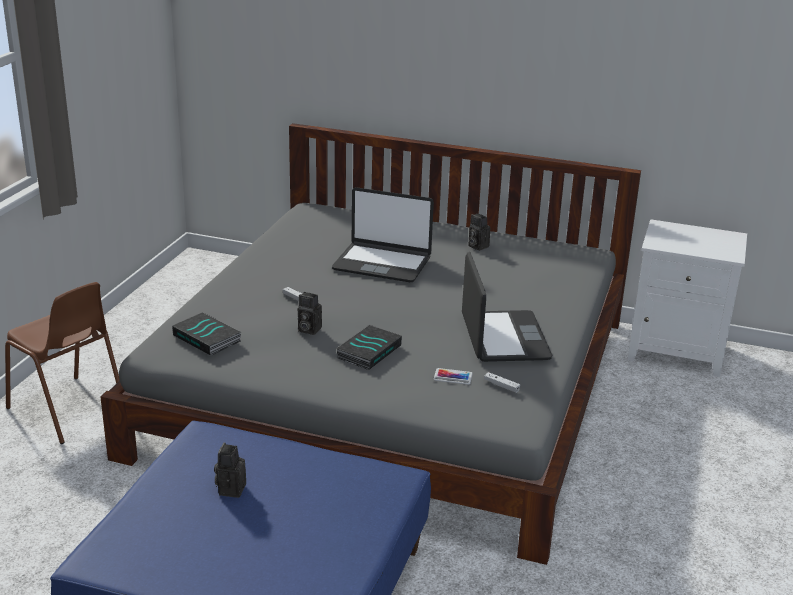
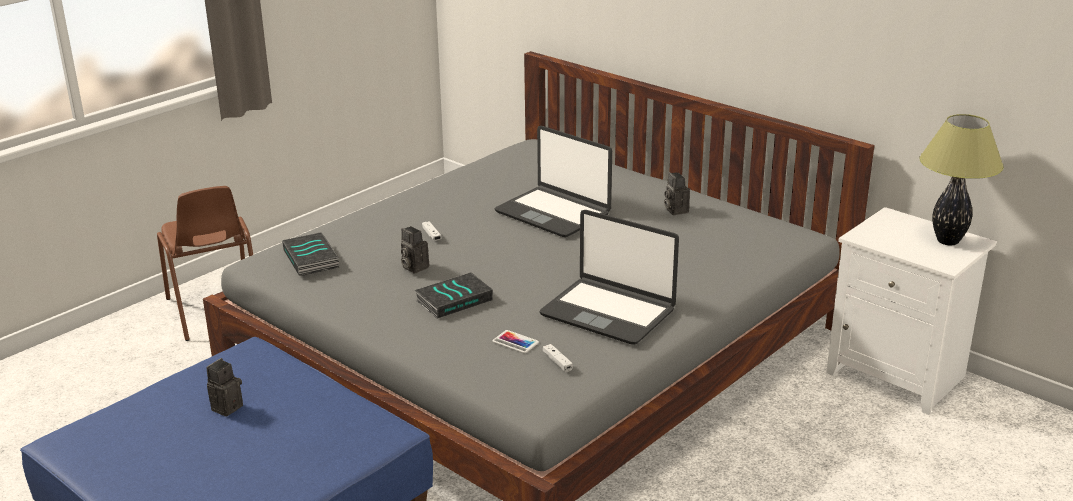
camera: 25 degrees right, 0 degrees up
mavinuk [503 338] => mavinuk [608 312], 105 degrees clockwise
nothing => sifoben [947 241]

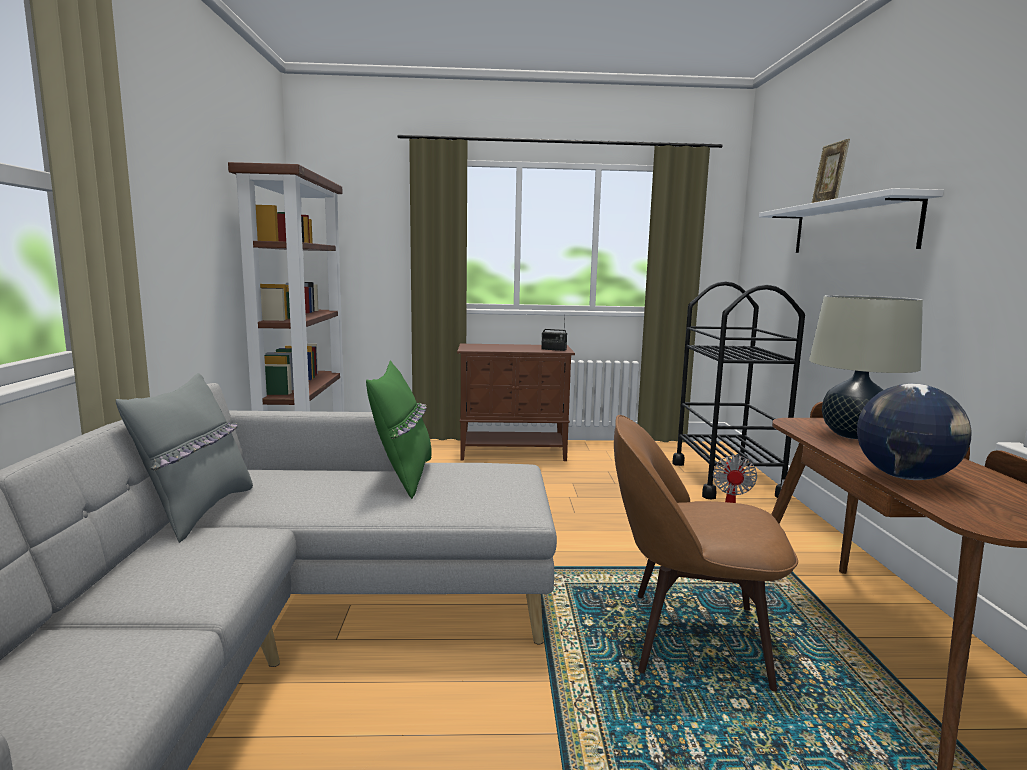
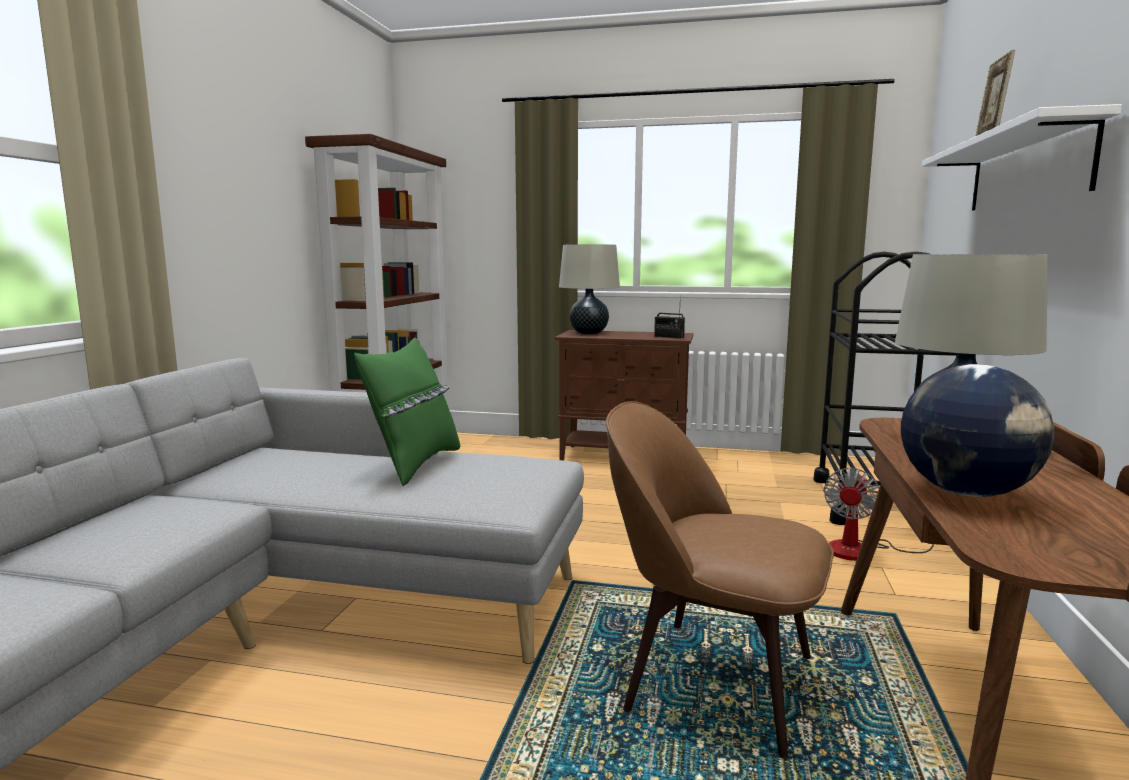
camera: 15 degrees right, 0 degrees up
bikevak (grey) [198 512] => nothing
nothing => sifoben (beige) [589 333]

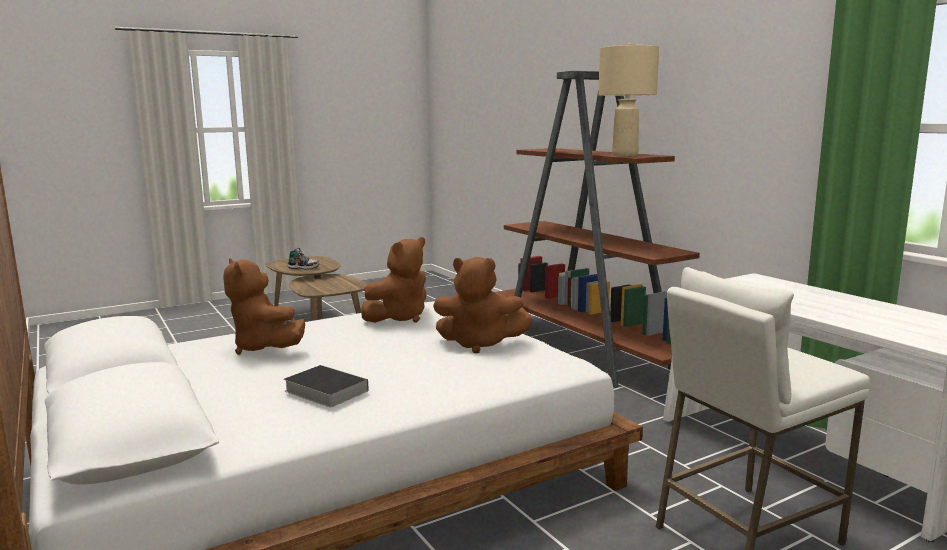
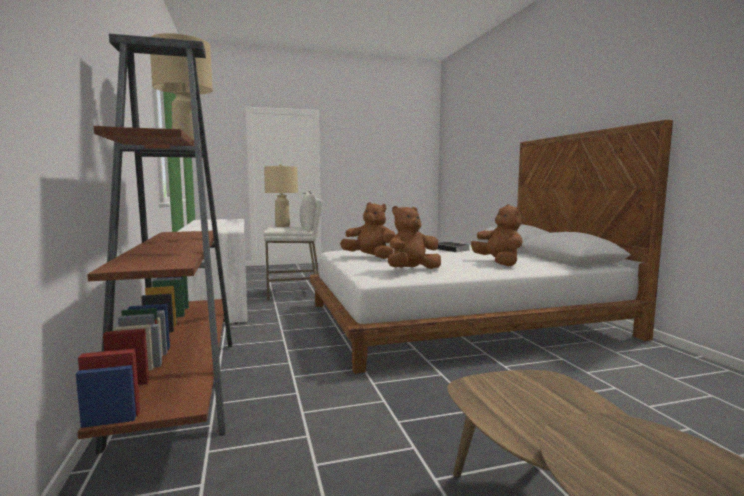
camera: 165 degrees left, 5 degrees down
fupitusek [303 268] => nothing
nothing => sifoben (beige) [282 226]

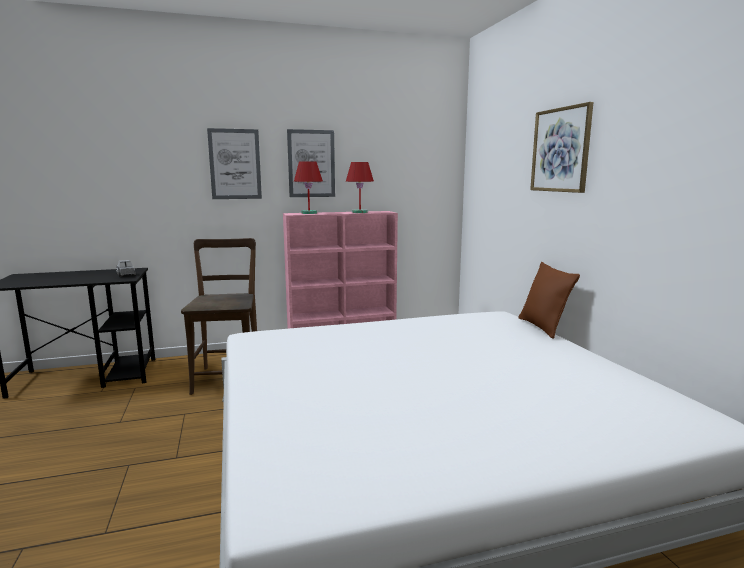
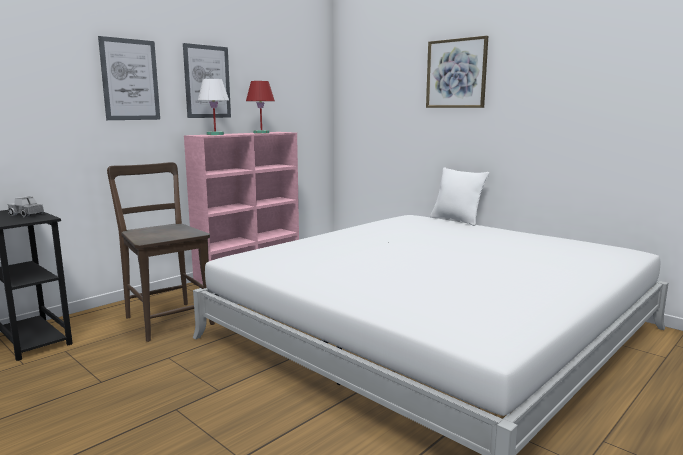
camera: 30 degrees left, 0 degrees up
sifoben (red) [309 213] => sifoben (white) [215 134]
bikevak (brown) [543 327] => bikevak (white) [456 220]

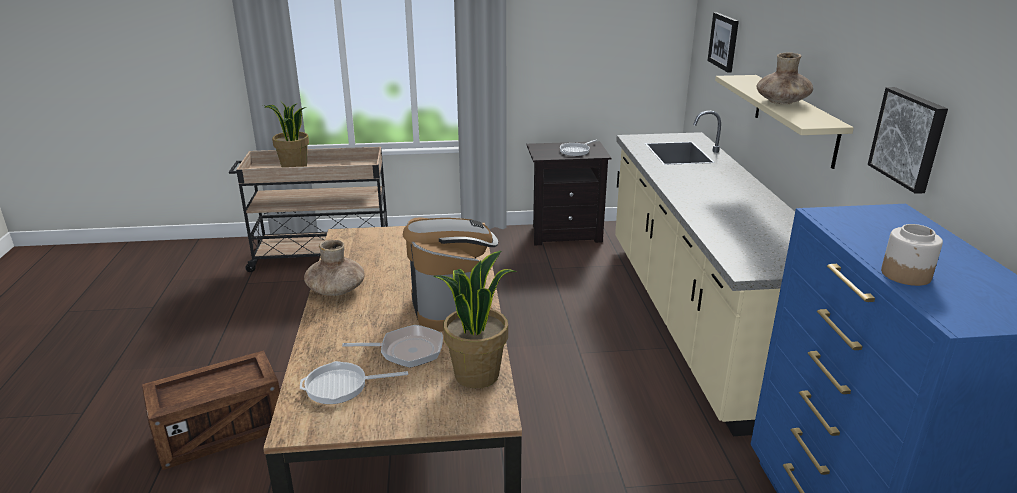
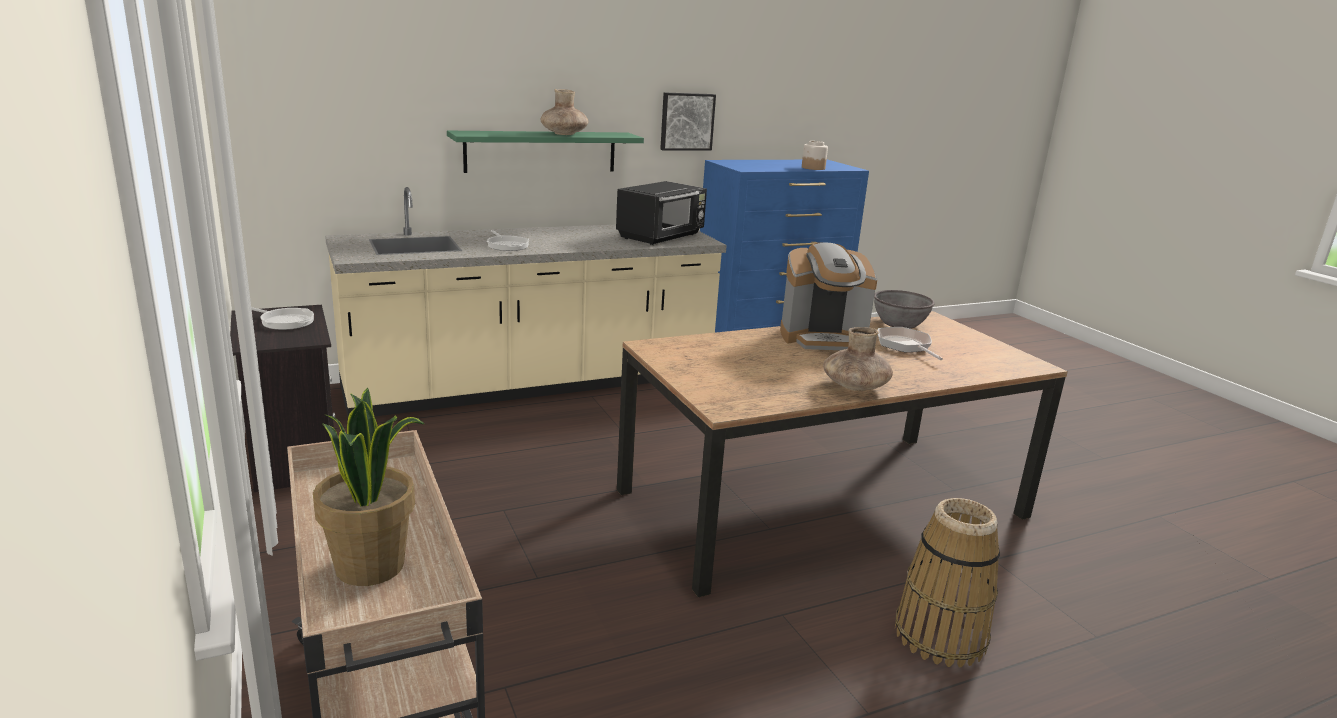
camera: 110 degrees left, 5 degrees down
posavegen [724 41] => nothing
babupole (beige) [795 119] => babupole (green) [541 151]
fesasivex [451 307] => fesasivex [822 338], 150 degrees counterclockwise
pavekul [476 374] => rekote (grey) [899 324]
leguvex [221 431] => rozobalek [939 636]
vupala [341 386] => vupala [507 245], move
nothing => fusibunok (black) [661 236]

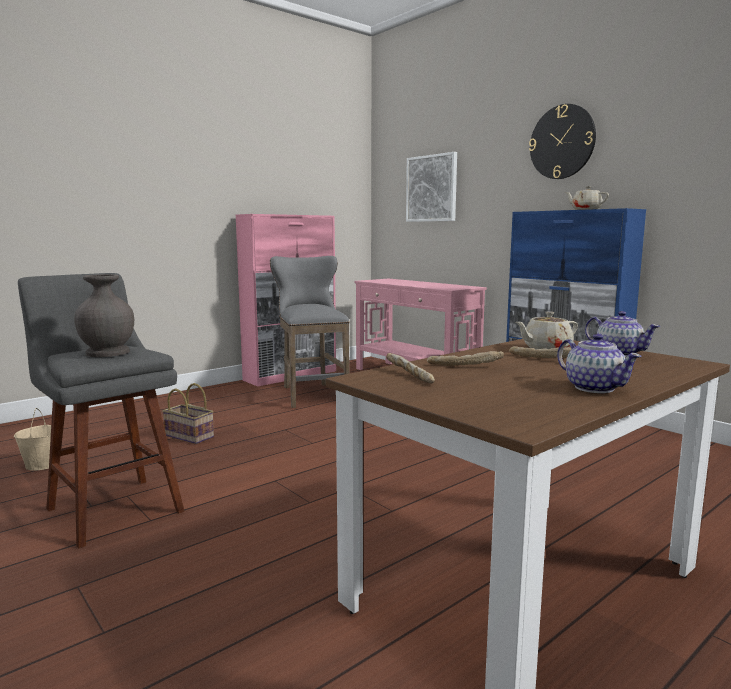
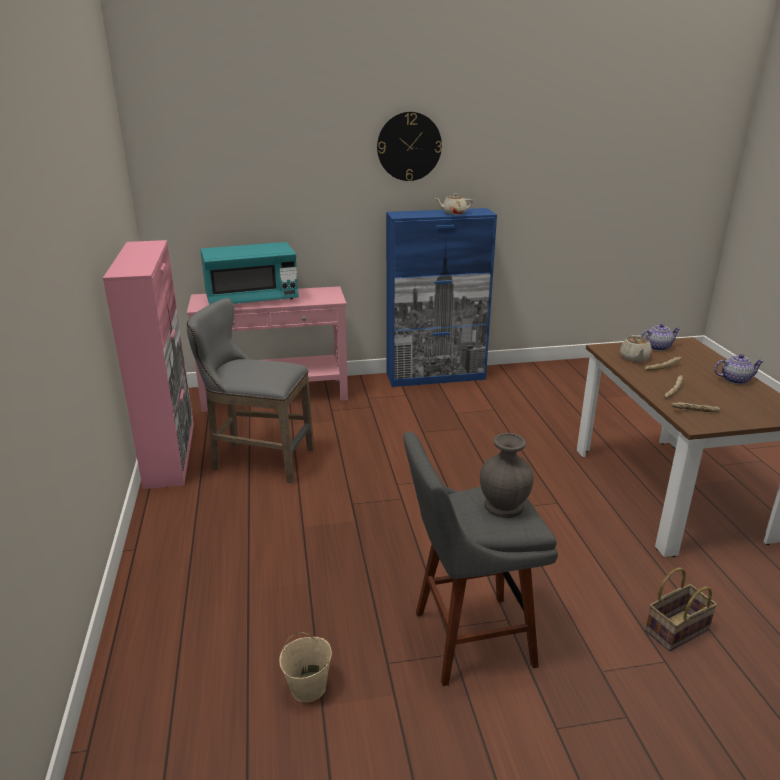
camera: 60 degrees left, 15 degrees up
posavegen [431 188] => nothing
rozobalek [191 436] => rozobalek [677 629], move
nothing => fusibunok (turquoise) [252 299]

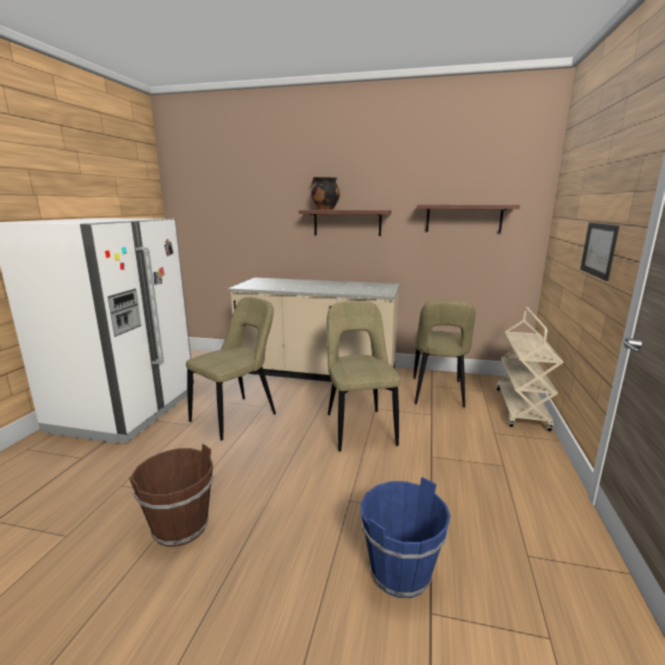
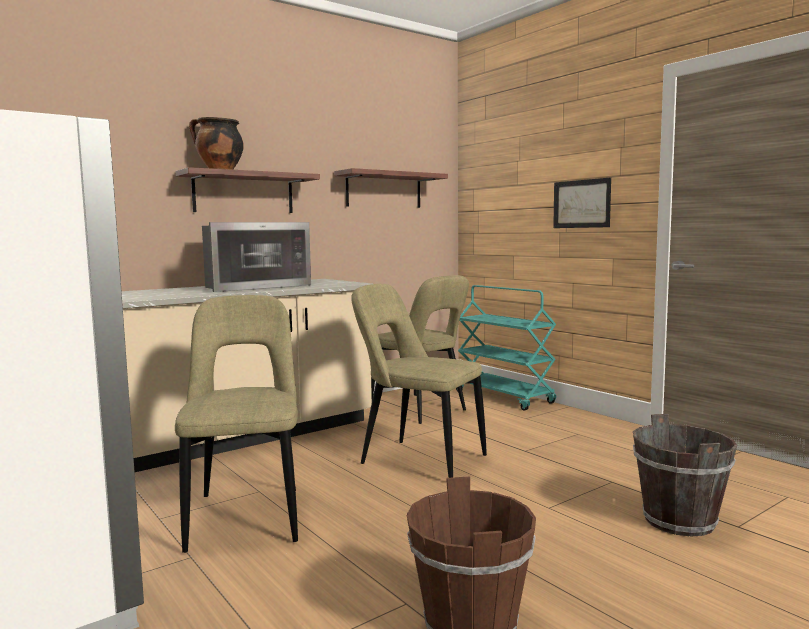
camera: 50 degrees left, 10 degrees down
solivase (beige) [521 409] => solivase (turquoise) [504 397]
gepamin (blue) [400 572] => gepamin (brown) [679 521]
nothing => fusibunok [253 286]

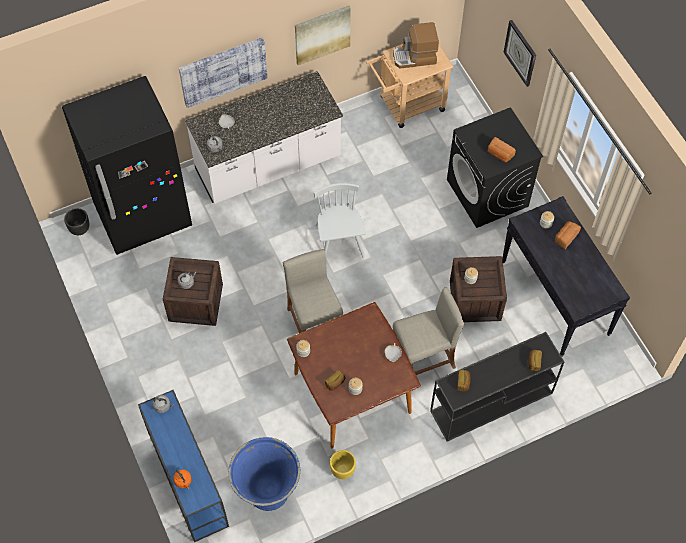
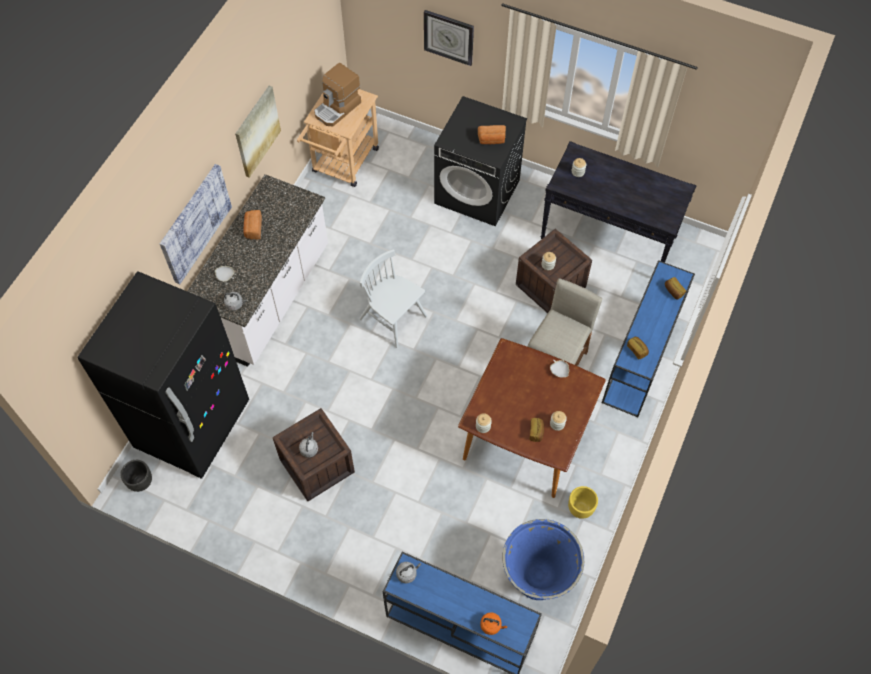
camera: 40 degrees left, 0 degrees up
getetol [565 237] => getetol [253 229], move
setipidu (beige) [314 324] => nothing
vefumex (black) [490 403] => vefumex (blue) [640 359]

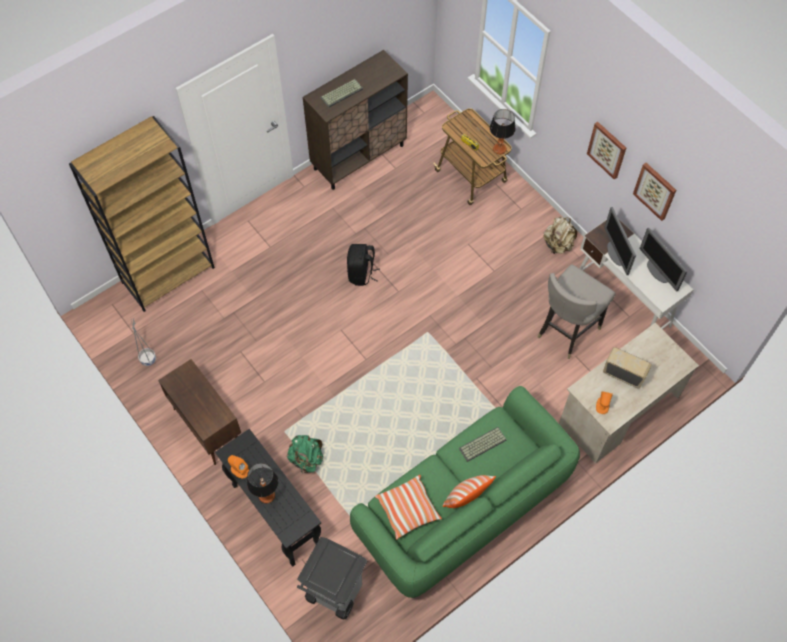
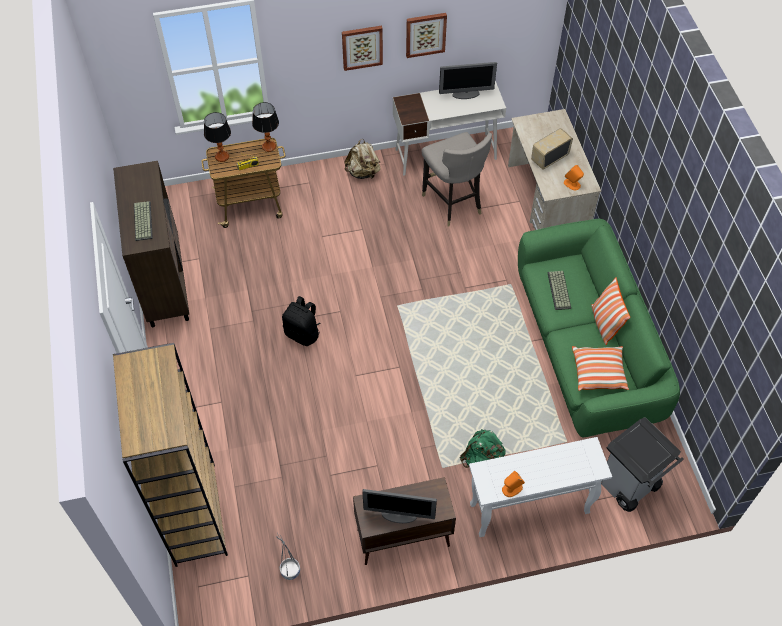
camera: 65 degrees left, 5 degrees down
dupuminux [615 254] => dupuminux [399 515], move
vefumex (black) [275 514] => vefumex (white) [528 509]
sifoben [266 496] => sifoben [222 156], move

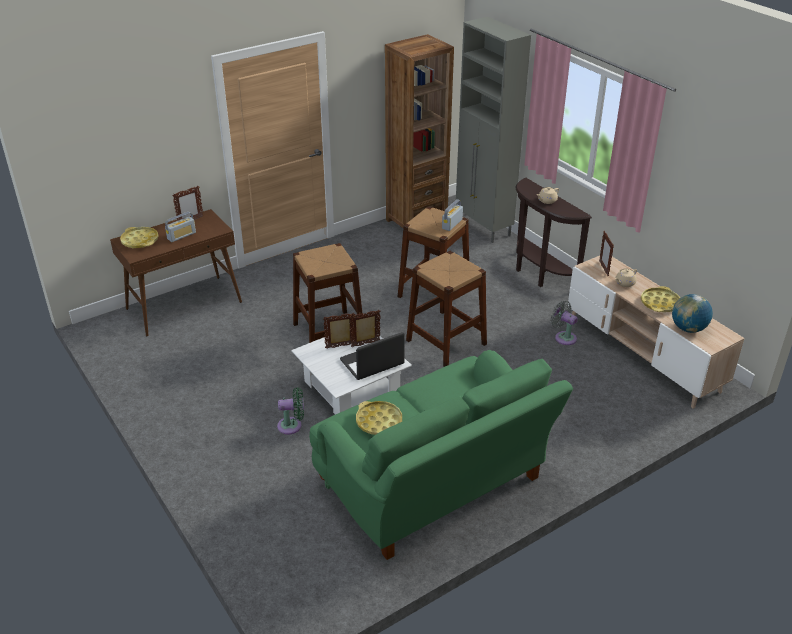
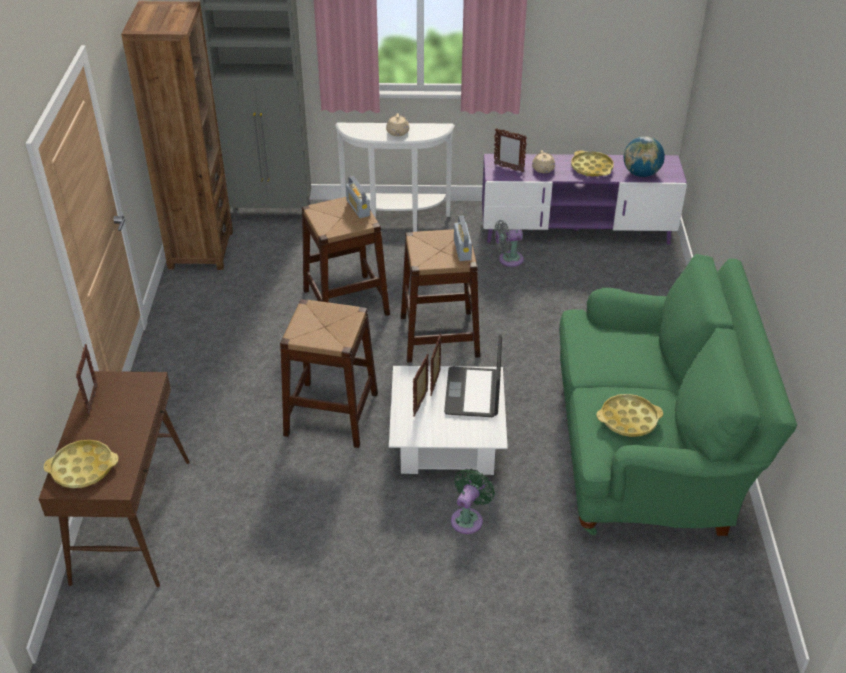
camera: 55 degrees left, 5 degrees up
vefumex (brown) [538 275] => vefumex (white) [396 222]
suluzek [181 236] => suluzek [462 249], move
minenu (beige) [642 354] => minenu (purple) [576 230]

